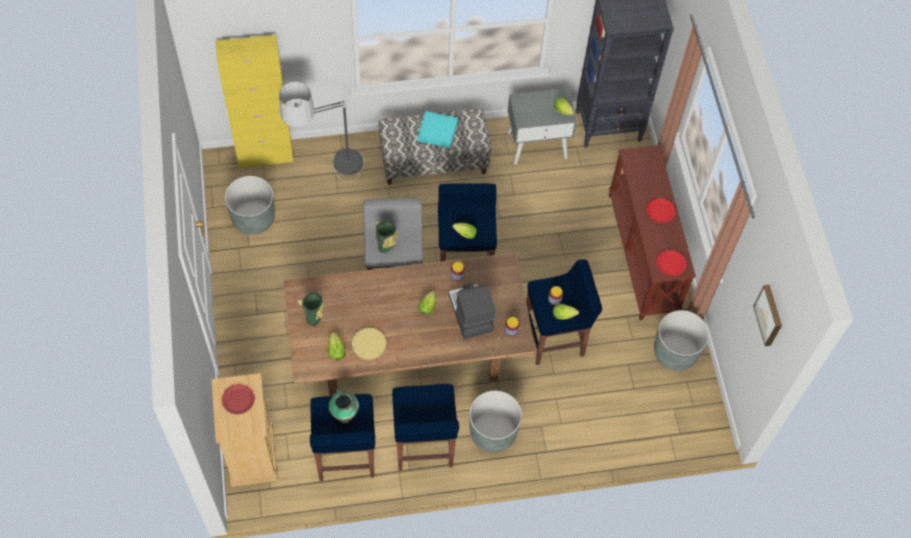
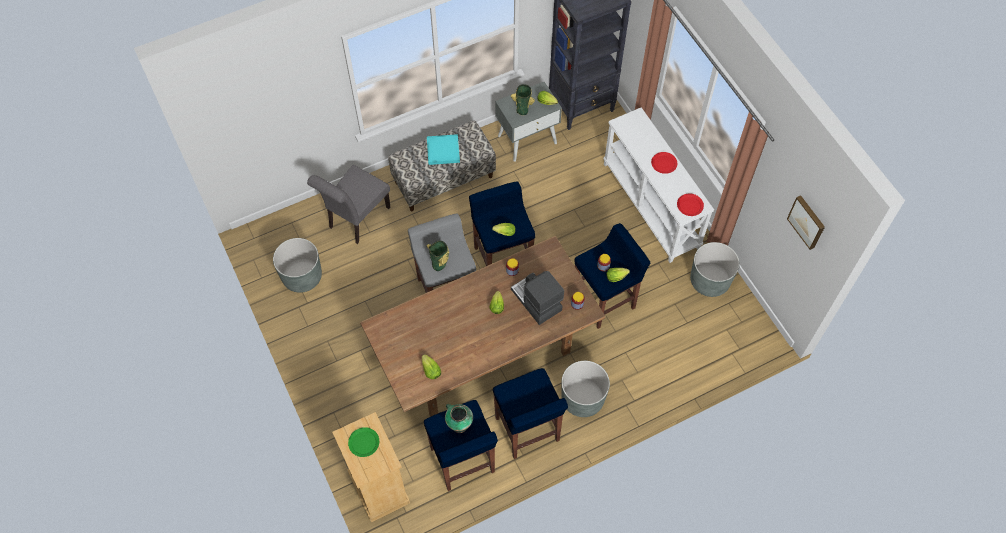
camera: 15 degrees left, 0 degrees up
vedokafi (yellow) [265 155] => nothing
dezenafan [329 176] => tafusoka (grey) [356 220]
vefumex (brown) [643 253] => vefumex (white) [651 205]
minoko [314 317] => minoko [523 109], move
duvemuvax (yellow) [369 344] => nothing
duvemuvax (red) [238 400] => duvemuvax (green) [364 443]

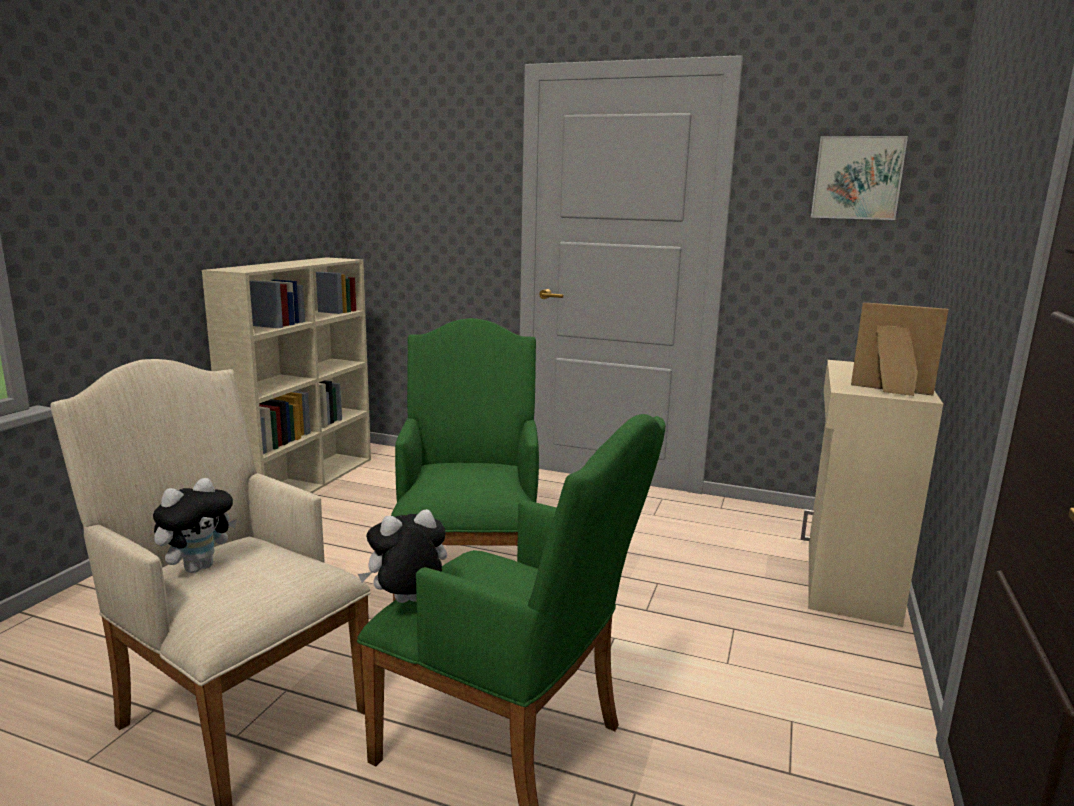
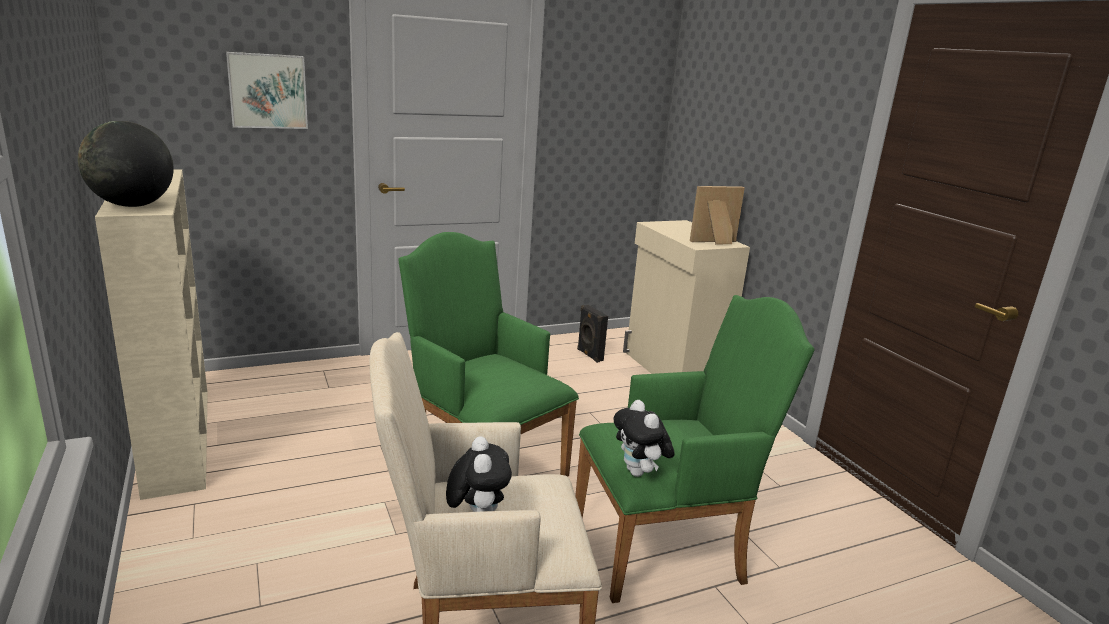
camera: 45 degrees left, 5 degrees up
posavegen [857 178] => posavegen [267 91], move
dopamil [407 603] => dopamil [639 473], 45 degrees counterclockwise
nothing => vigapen [133 205]
nothing => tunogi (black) [589 355]

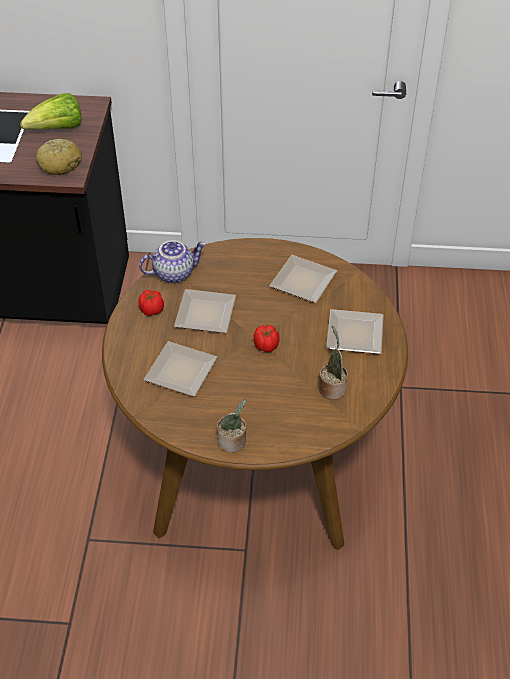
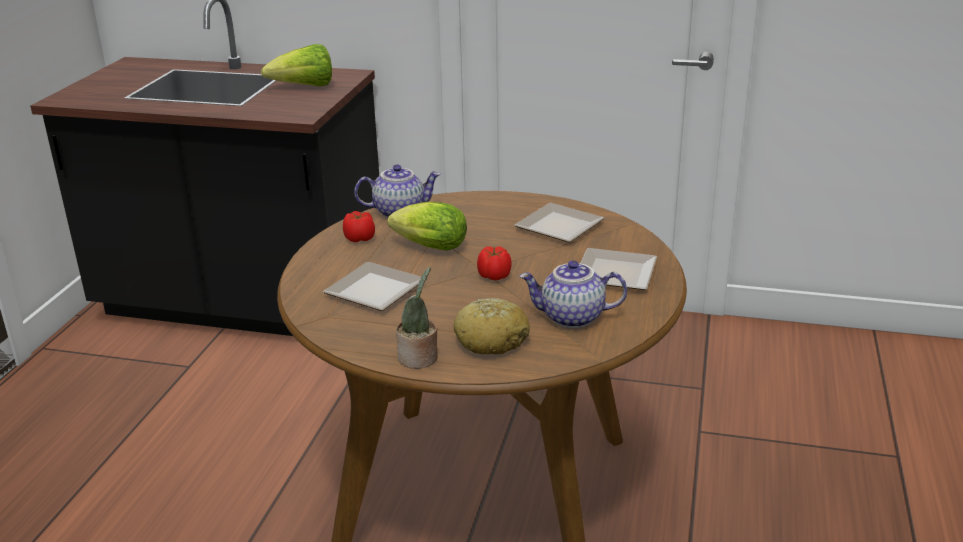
camera: 10 degrees right, 20 degrees down
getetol [60 164] => getetol [491 340], move
duvemuvax [207 315] => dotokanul [427 247]
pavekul [332 387] => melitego [571 318]

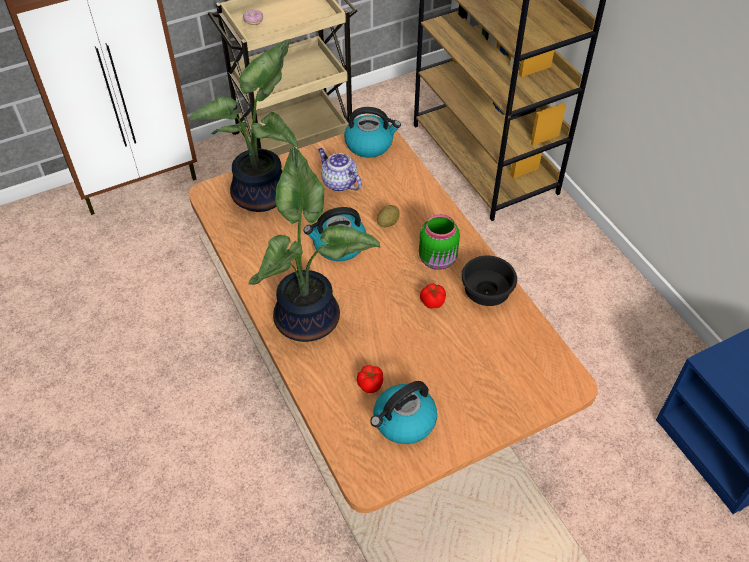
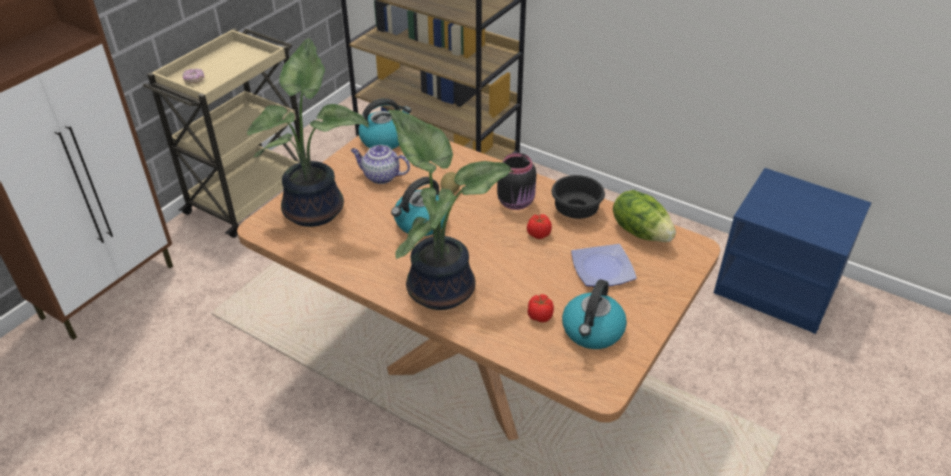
camera: 30 degrees left, 10 degrees down
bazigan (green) [438 260] => bazigan (black) [517 202]
nothing => dotokanul [641 231]
nothing => duvemuvax [603 268]

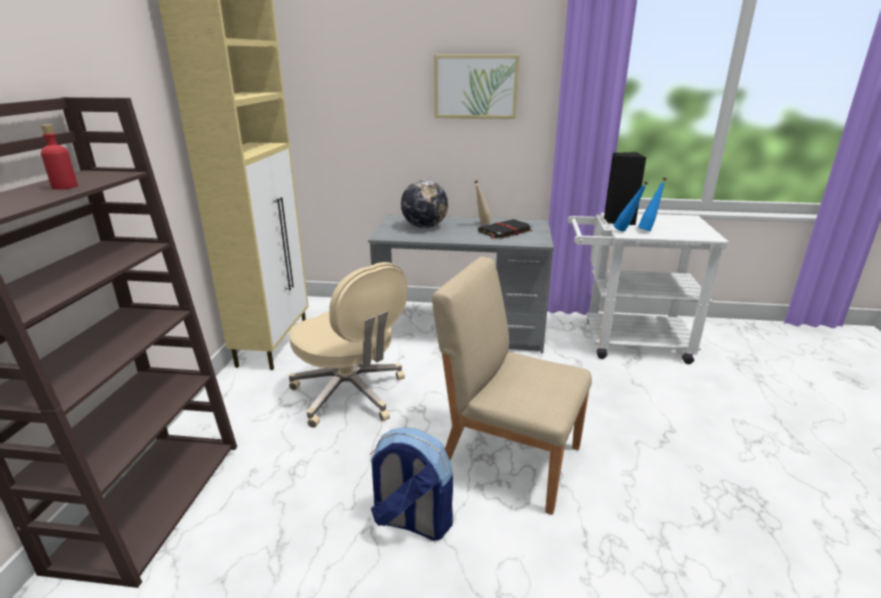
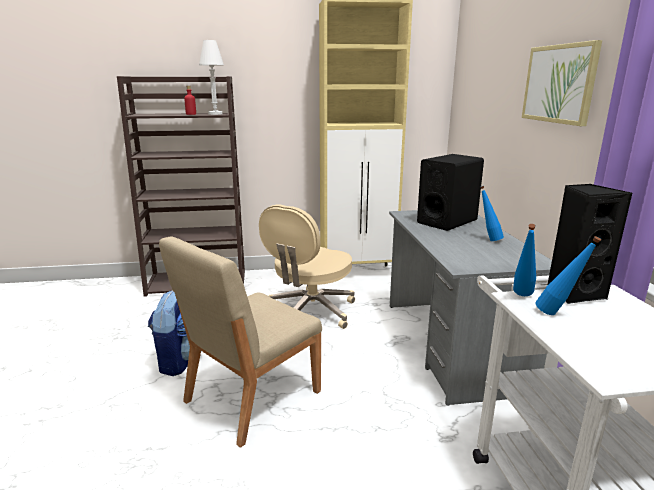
camera: 75 degrees right, 5 degrees down
vigapen [424 227] => tunogi (black) [447 221]
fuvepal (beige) [481 224] => fuvepal (blue) [488 239]
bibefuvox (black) [504 231] => nothing
tafusoka (beige) [508 458] => tafusoka (beige) [251 397], 150 degrees counterclockwise
nothing => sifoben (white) [215 114]

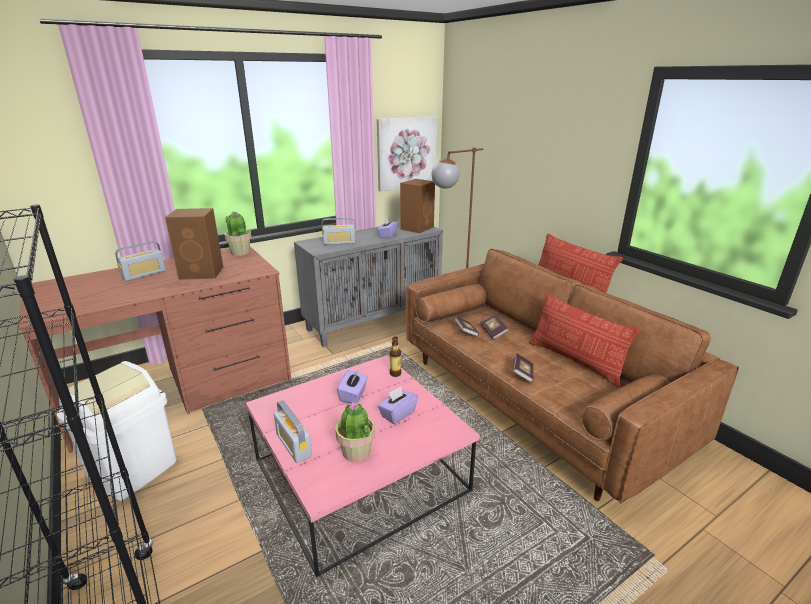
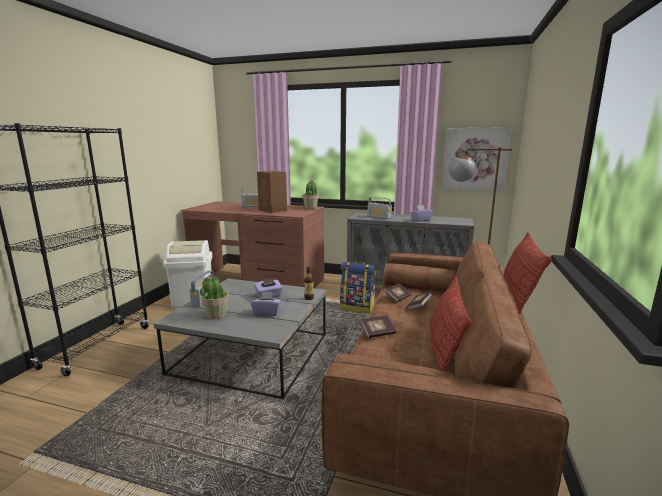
camera: 50 degrees right, 10 degrees down
tunogi (brown) [417 228] => nothing
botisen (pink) [362 475] => botisen (grey) [252 354]
nothing => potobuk [357 308]

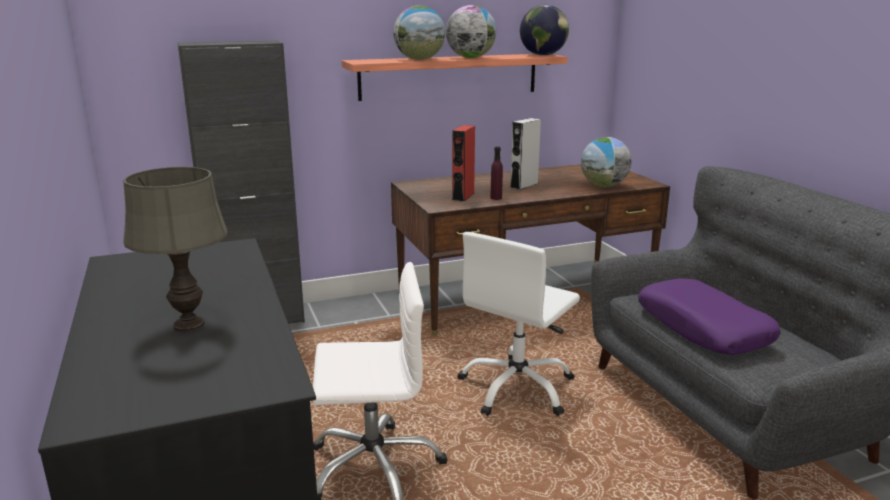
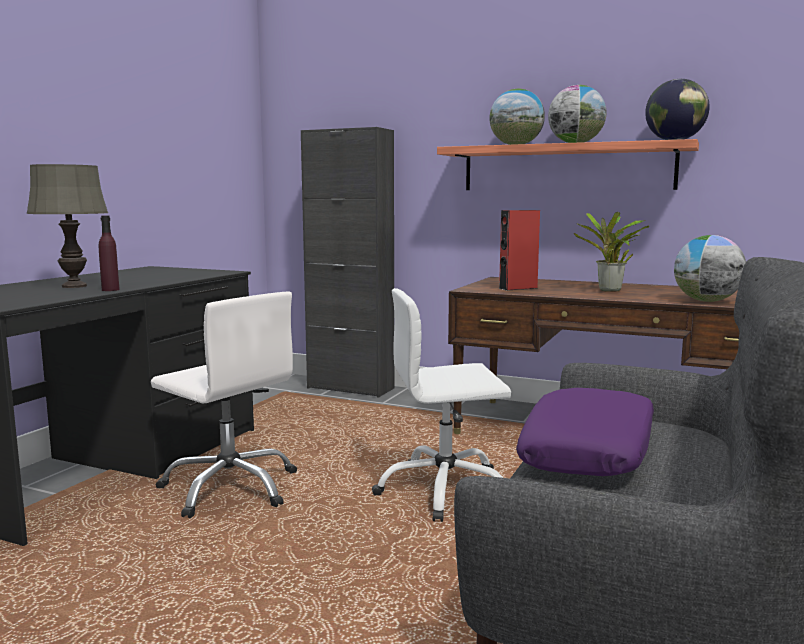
camera: 45 degrees right, 10 degrees down
tunogi (grey) [524 185] => pavekul [609 291]
fuvepal (purple) [496 198] => fuvepal (purple) [110 290], move

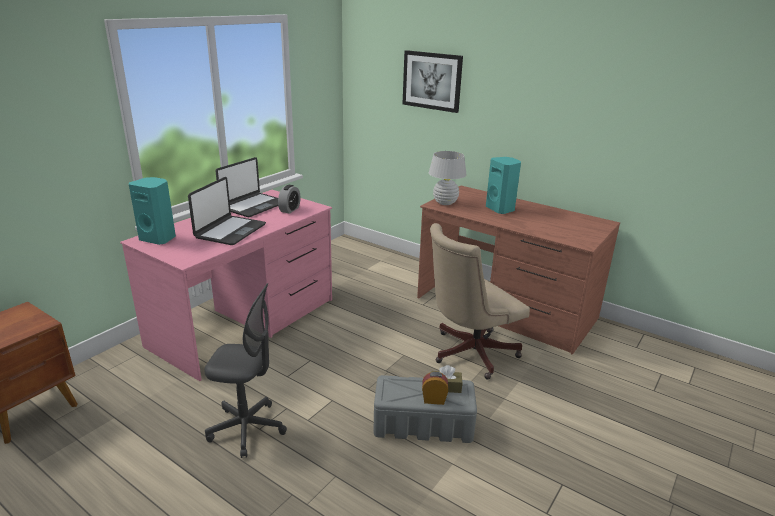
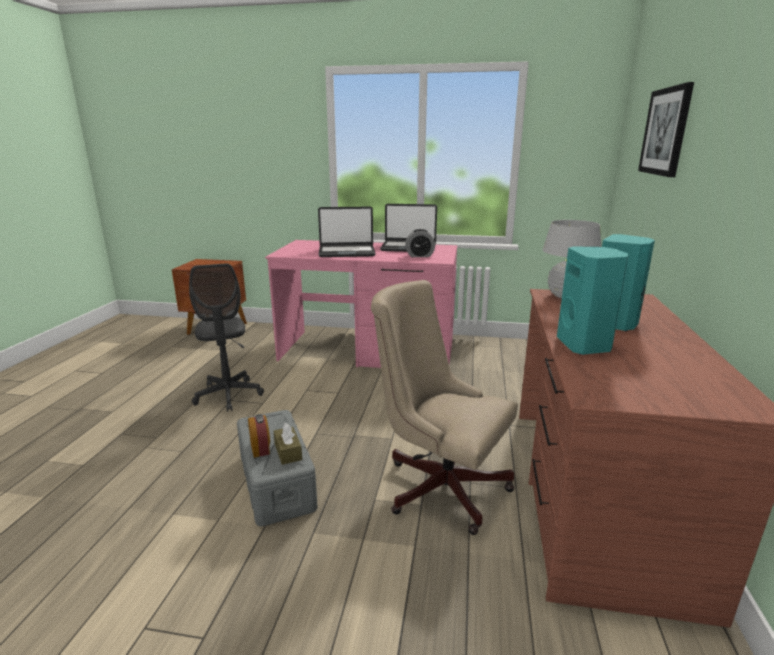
camera: 65 degrees right, 5 degrees down
tunogi (turquoise) [159 238] => tunogi (turquoise) [585 346], move

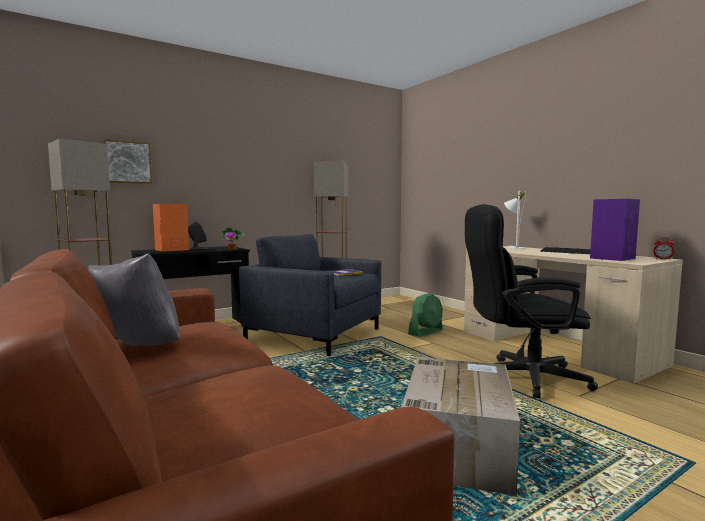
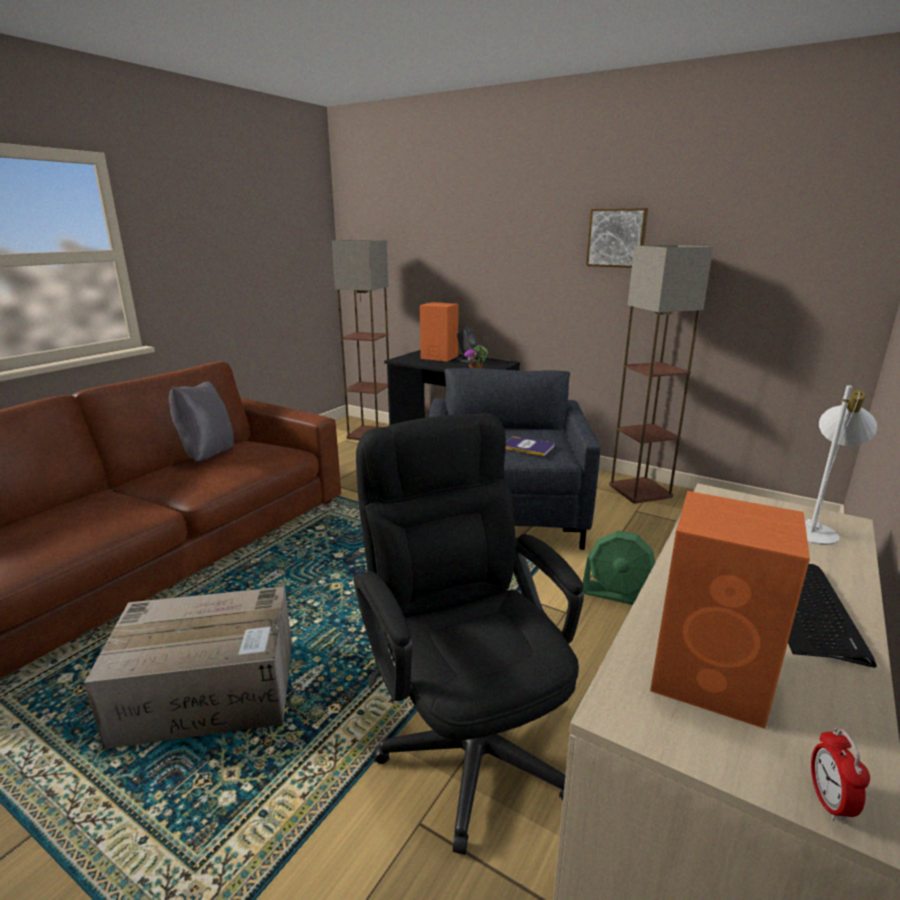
camera: 65 degrees right, 15 degrees up
posavegen [128 162] => posavegen [616 238], move
tunogi (purple) [613 258] => tunogi (orange) [712 679]

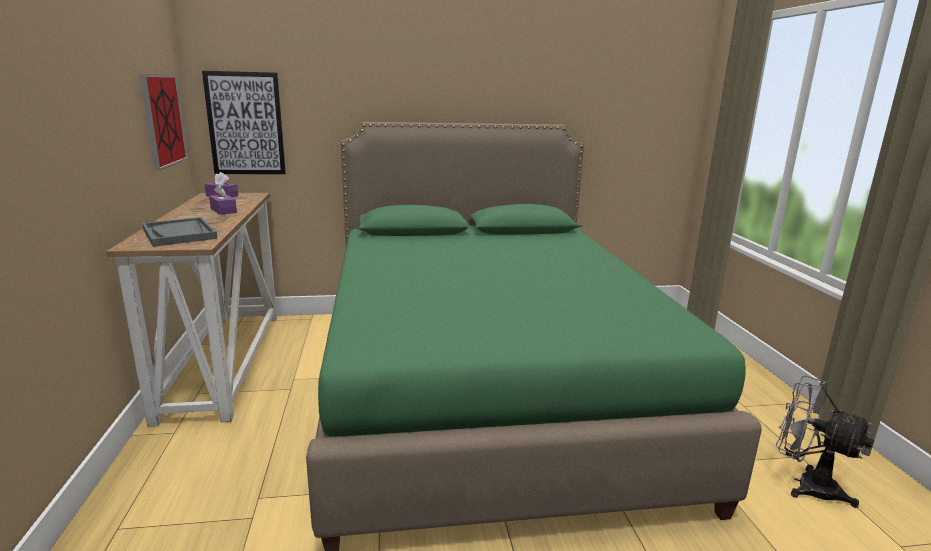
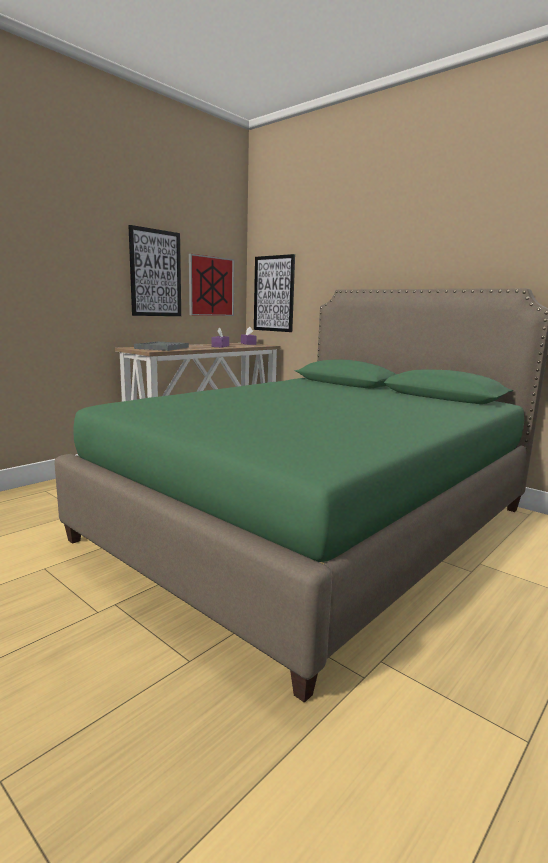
camera: 50 degrees right, 5 degrees down
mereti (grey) [806 485] => nothing
nothing => posavegen [155 273]

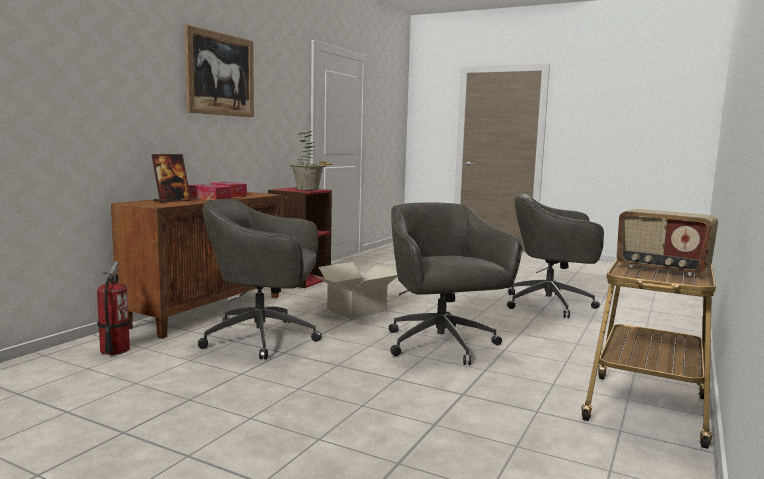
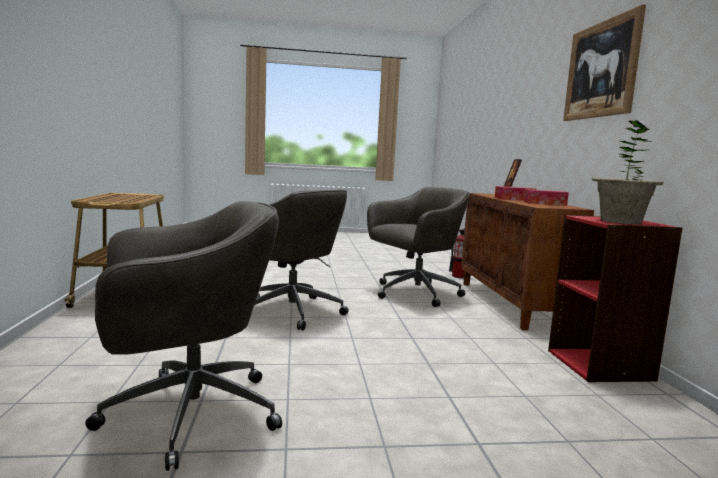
camera: 145 degrees right, 0 degrees up
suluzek [661 269] => nothing
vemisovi [357 310] => nothing

